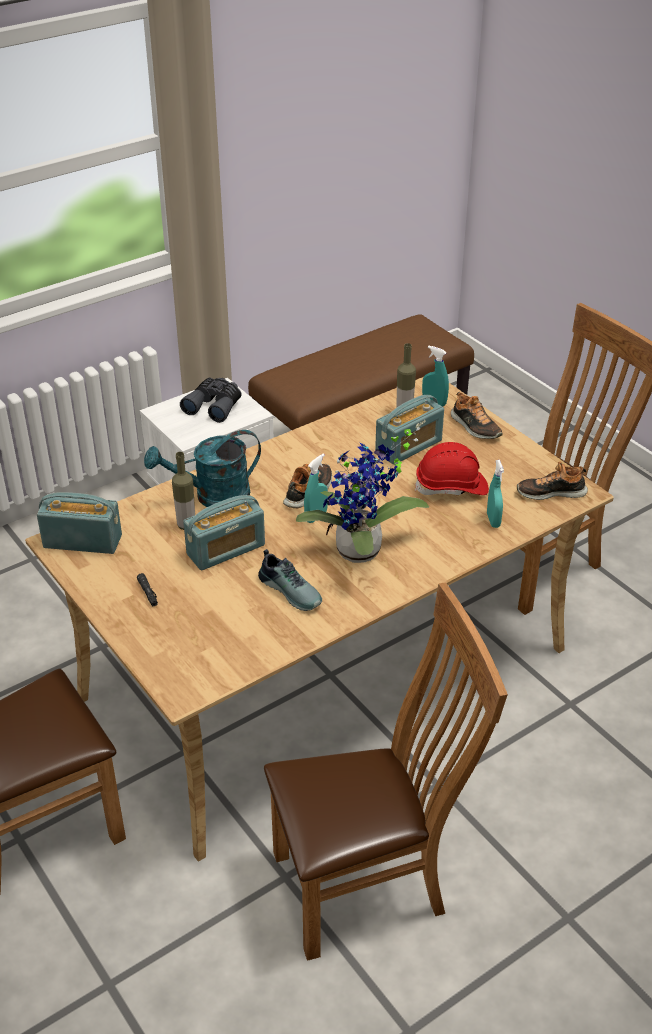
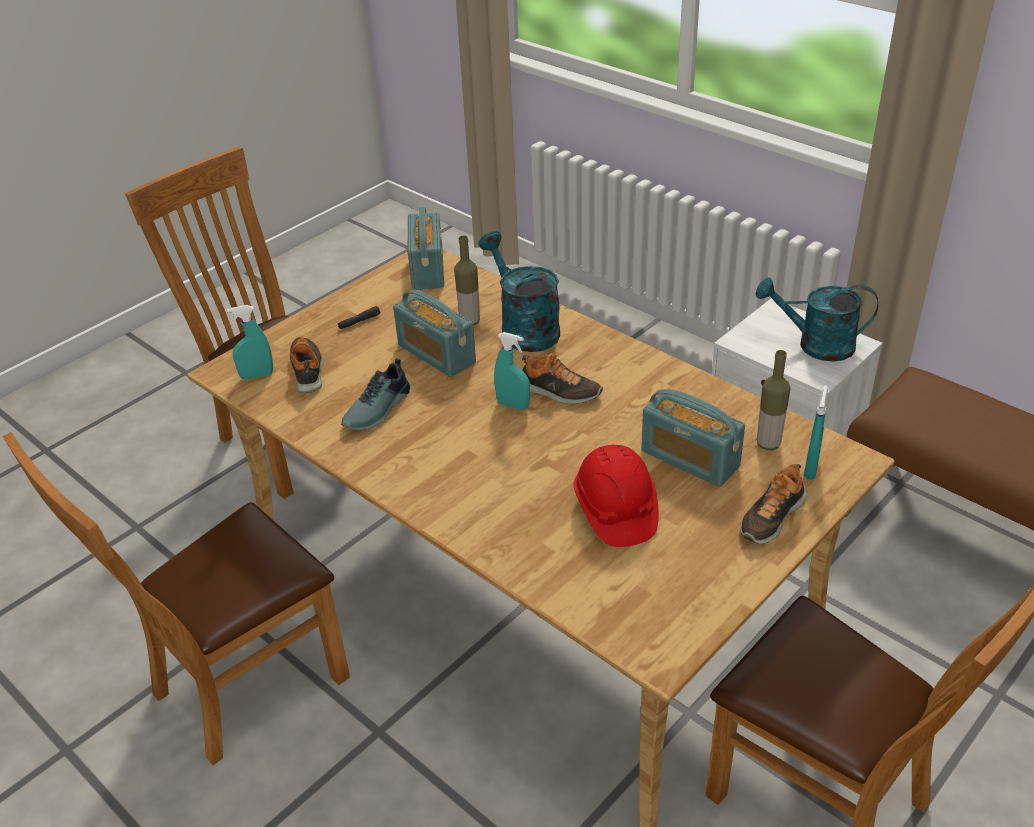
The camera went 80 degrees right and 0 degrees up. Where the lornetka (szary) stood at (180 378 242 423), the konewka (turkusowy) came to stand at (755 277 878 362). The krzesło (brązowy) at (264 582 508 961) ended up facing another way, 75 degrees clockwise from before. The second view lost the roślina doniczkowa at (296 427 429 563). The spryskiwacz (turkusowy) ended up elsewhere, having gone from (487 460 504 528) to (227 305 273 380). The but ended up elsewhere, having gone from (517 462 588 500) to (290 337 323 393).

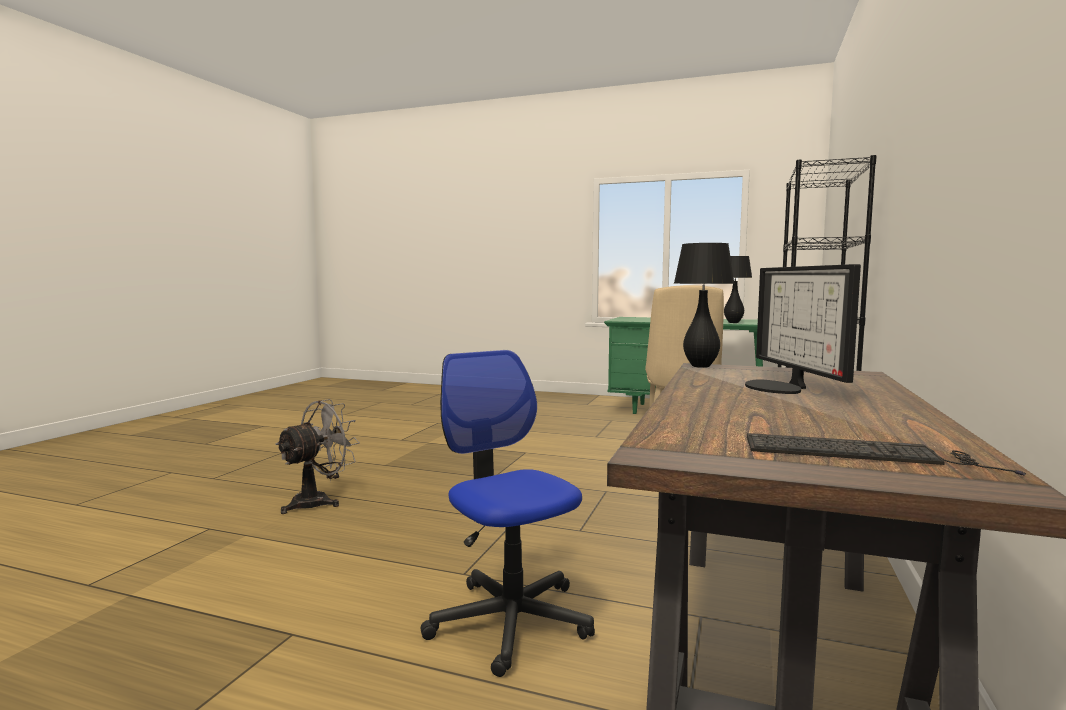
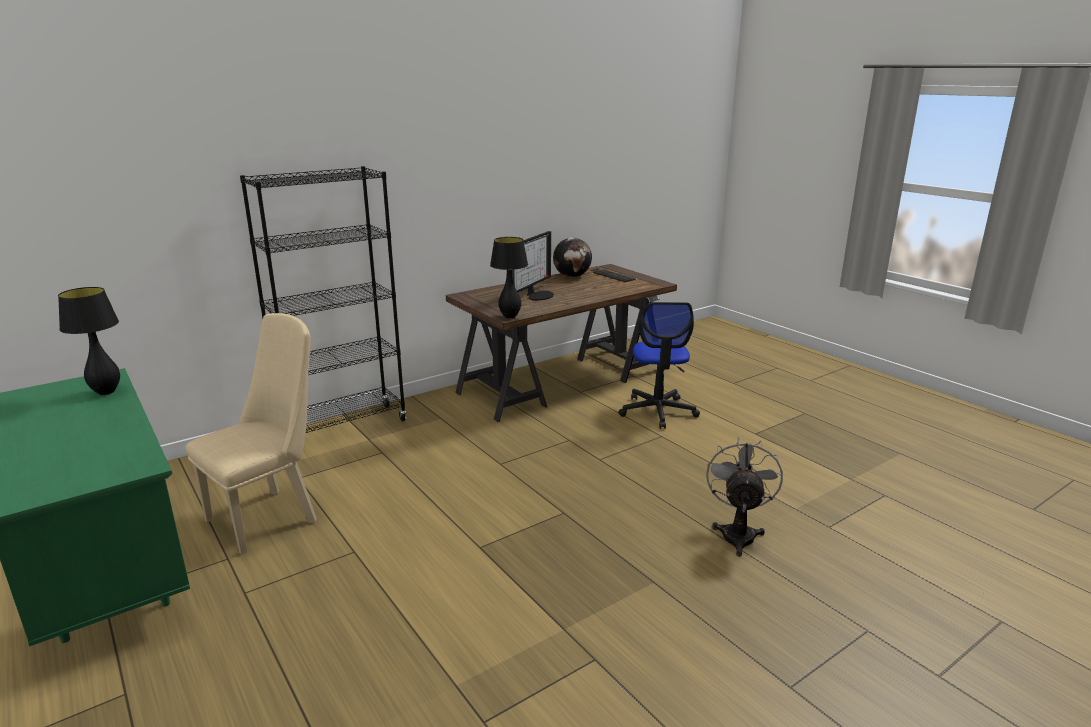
The camera went 145 degrees left and 15 degrees up. The wentylator (szary) at (275 399 360 514) ended up facing another way, 120 degrees clockwise from before. The second view gained the globus at (553 238 592 277).

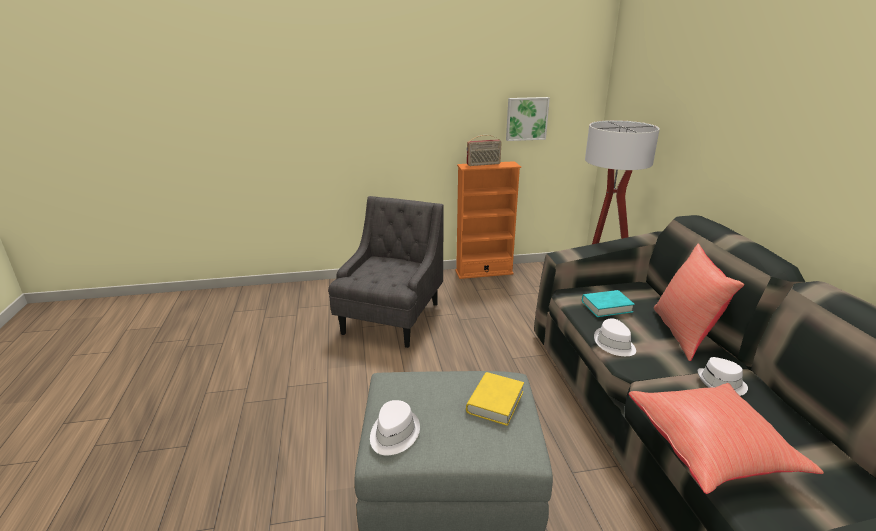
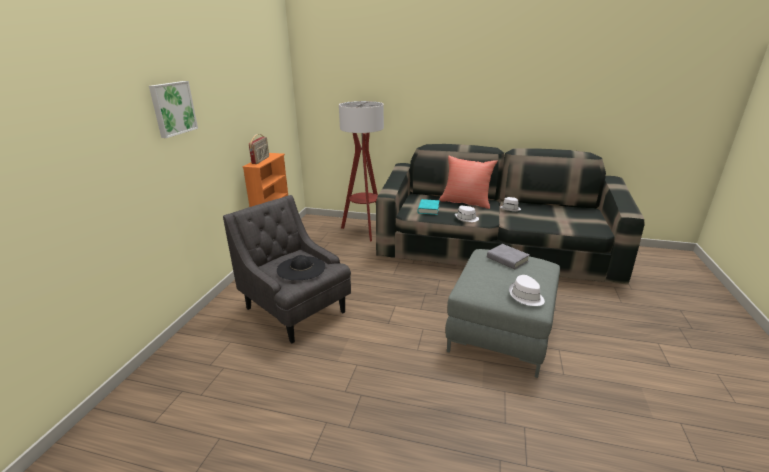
The camera went 65 degrees left and 0 degrees up. What was the książka (żółty) at (466 372 524 426) turned into the książka (szary) at (487 244 529 269). The obraz ended up elsewhere, having gone from (506 97 550 141) to (149 81 198 138). The second view lost the poduszka (czerwony) at (629 383 824 494). The second view gained the kapelusz (czarny) at (277 255 326 280).

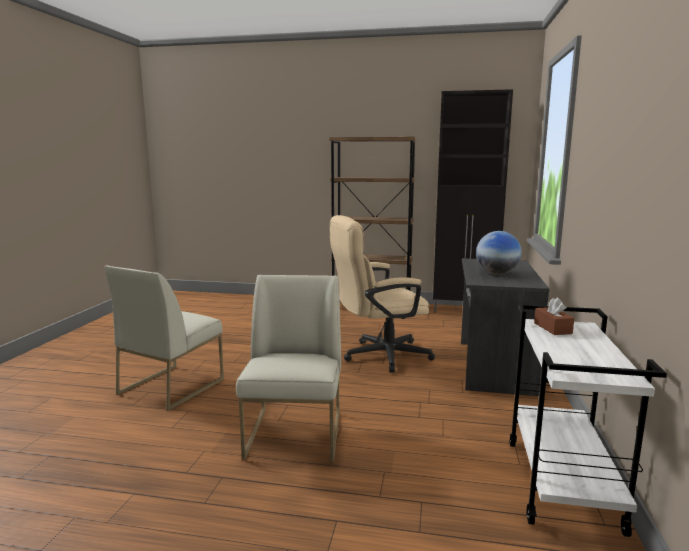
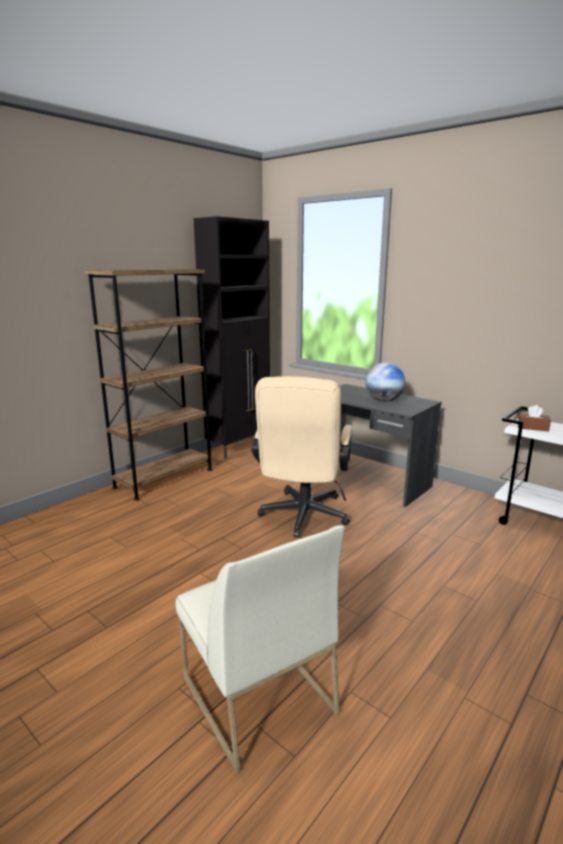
The camera went 60 degrees left and 5 degrees up. The second view lost the krzesło (biały) at (236 275 341 462).

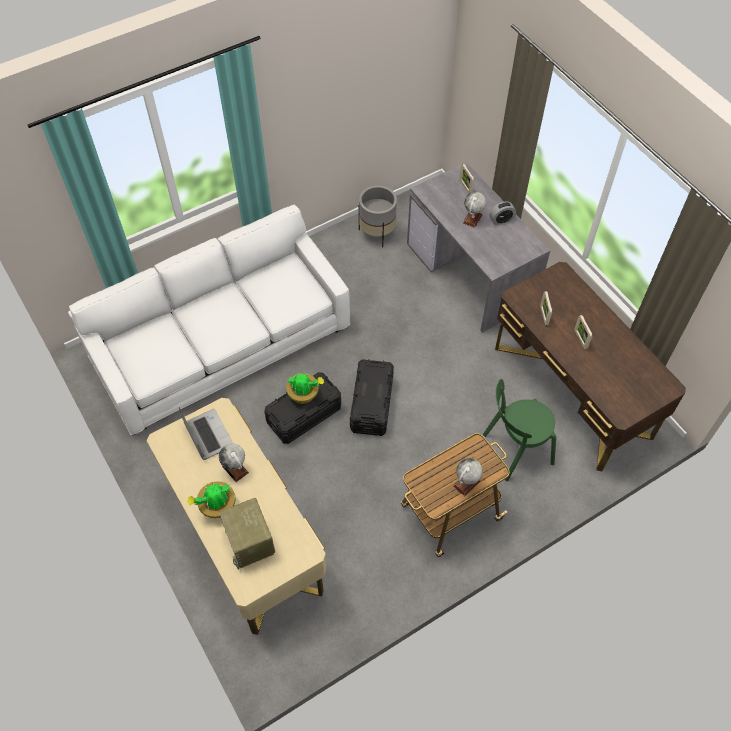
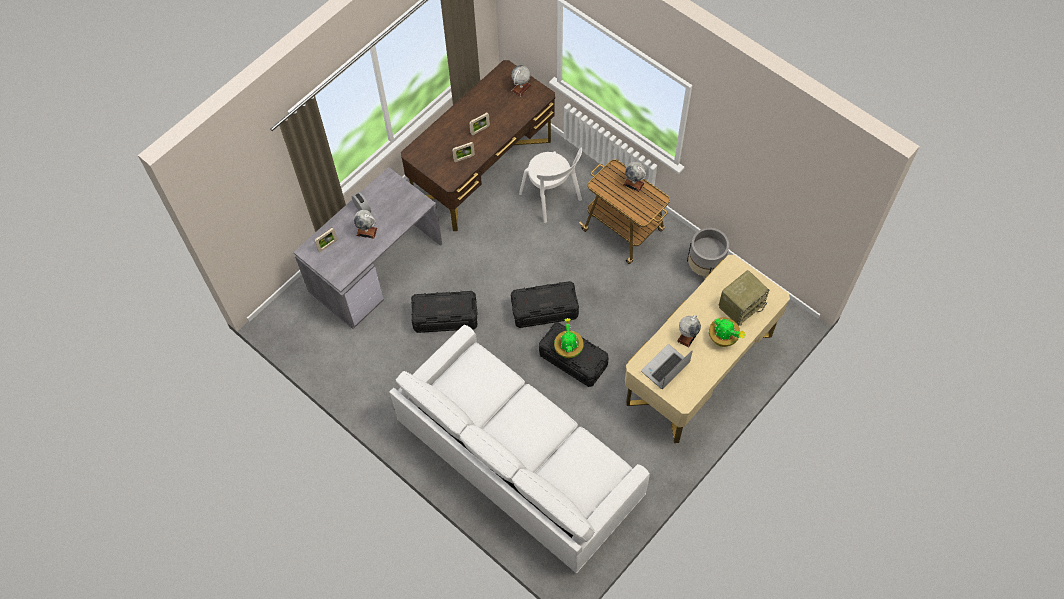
The camera went 105 degrees left and 5 degrees up. The donica (szary) ended up elsewhere, having gone from (359 186 397 247) to (687 228 729 277). What was the krzesło (zielony) at (483 379 556 481) turned into the krzesło (biały) at (519 148 582 223). The second view gained the pojemnik do przechowywania (czarny) at (411 291 478 333). The second view gained the globus at (511 65 531 97).

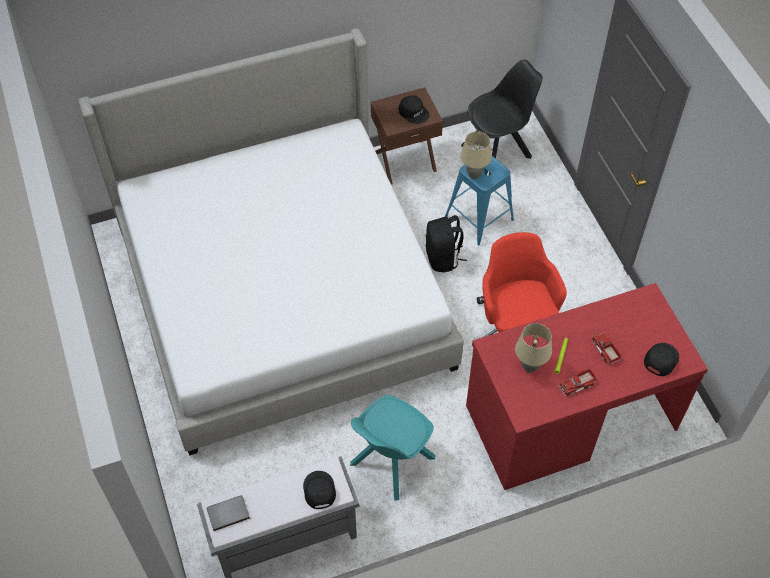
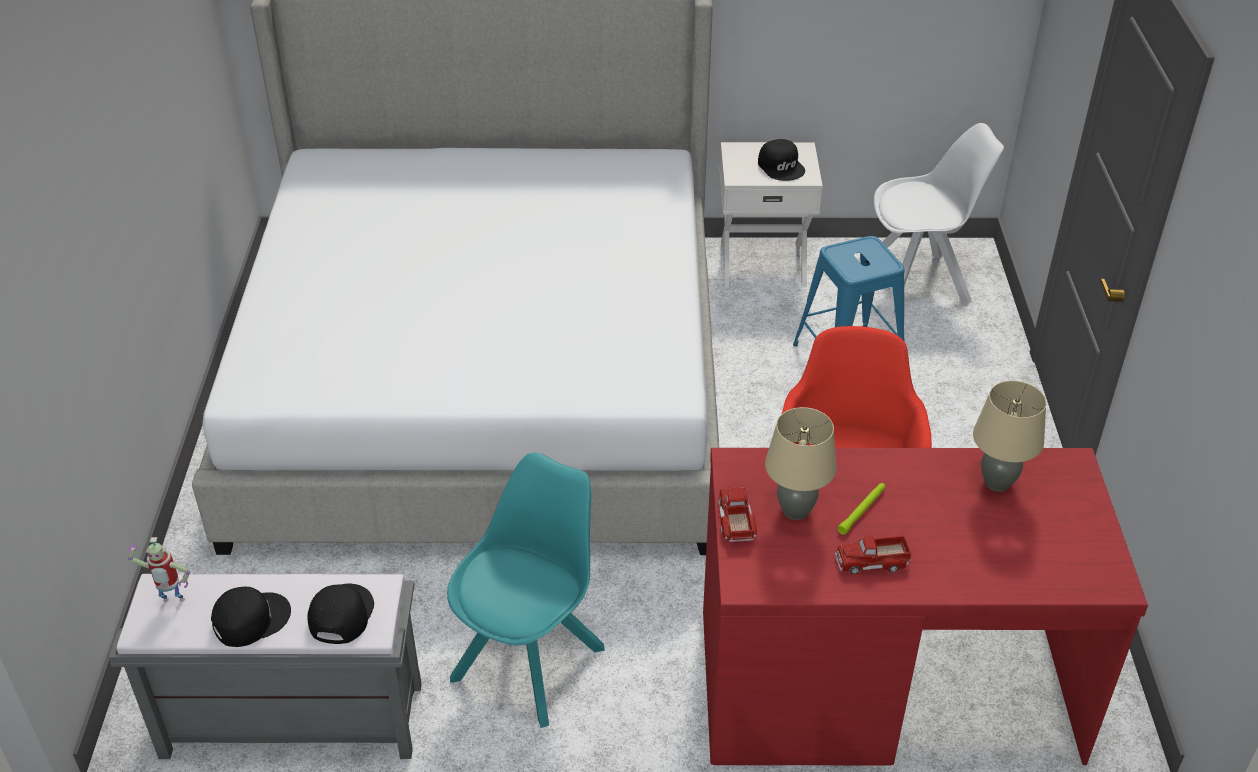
The camera went 20 degrees right and 15 degrees down. Where the książka (szary) stood at (207 495 250 531), the robot zabawkowy came to stand at (128 537 190 602). The krzesło (turkusowy) at (350 395 435 501) ended up facing another way, 150 degrees clockwise from before. What was the szafka nocna (brązowy) at (371 87 443 185) turned into the szafka nocna (biały) at (719 142 823 287). The second view lost the plecak (czarny) at (426 215 467 273). The lampa stołowa (beżowy) ended up elsewhere, having gone from (460 131 492 179) to (973 381 1046 492). What was the krzesło (czarny) at (461 59 543 175) turned into the krzesło (biały) at (874 123 1004 314). The ciężarówka zabawkowa ended up elsewhere, having gone from (592 332 622 364) to (719 486 757 542). The czapka z daszkiem (czarny) ended up elsewhere, having gone from (644 343 679 376) to (211 587 291 647).

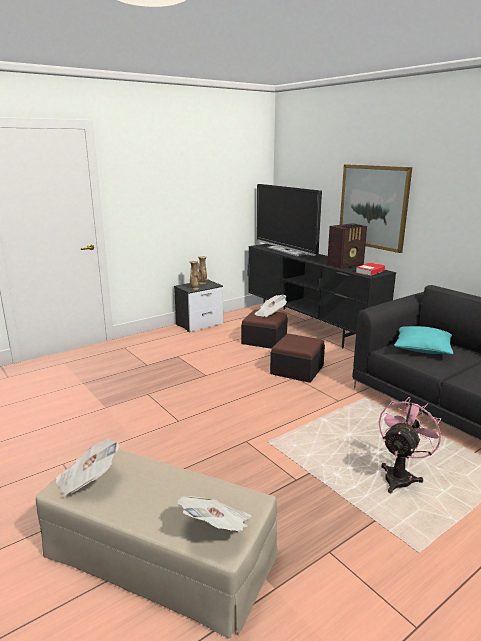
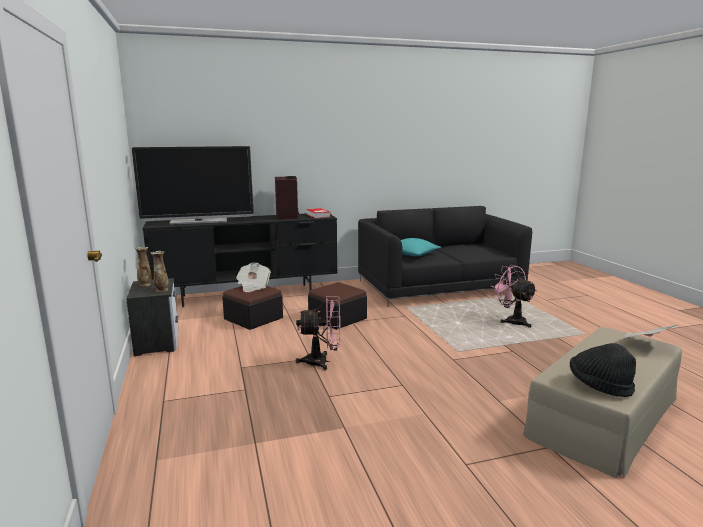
The camera went 70 degrees left and 5 degrees down. Where the gazeta stood at (56 438 119 497), the kapelusz (czarny) came to stand at (570 343 636 397). The second view lost the obraz at (340 164 412 253). The second view gained the wentylator (różowy) at (296 296 341 370).

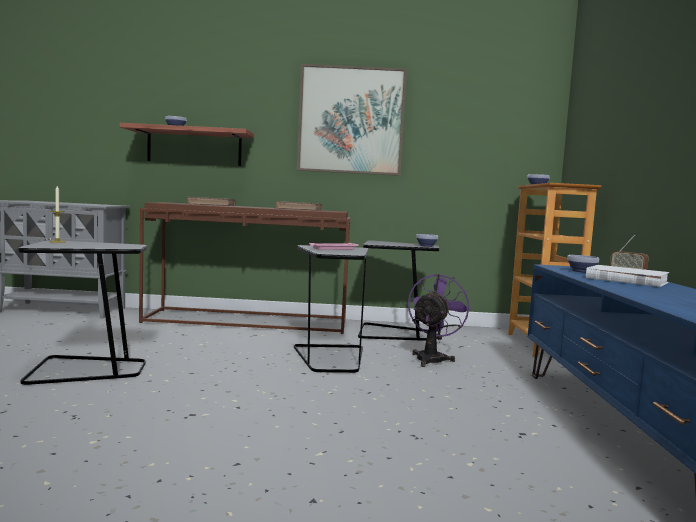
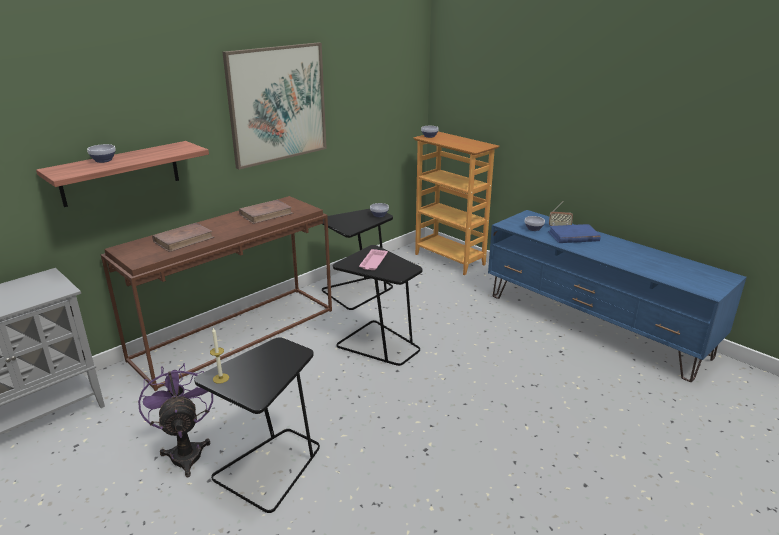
The camera went 45 degrees left and 20 degrees up. The wentylator (fioletowy) ended up elsewhere, having gone from (408 274 471 367) to (138 363 213 477). What was the książka (biały) at (586 265 670 287) turned into the książka (niebieski) at (548 224 601 243).

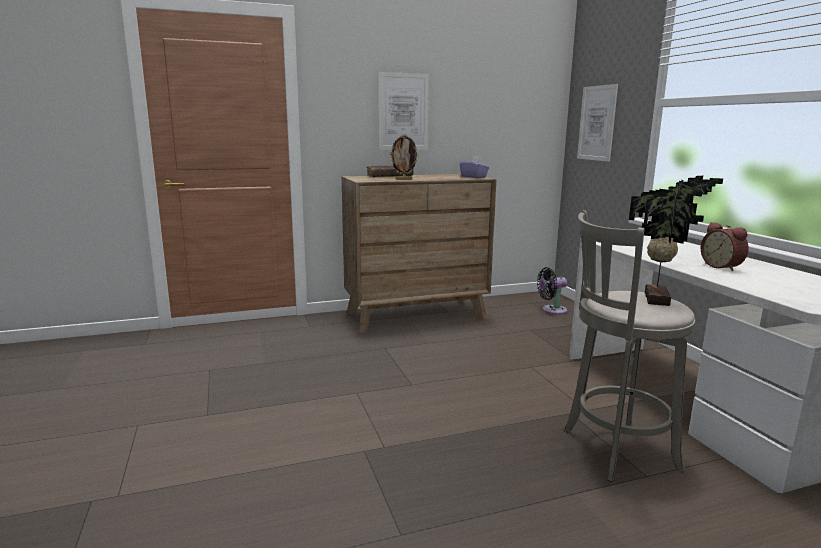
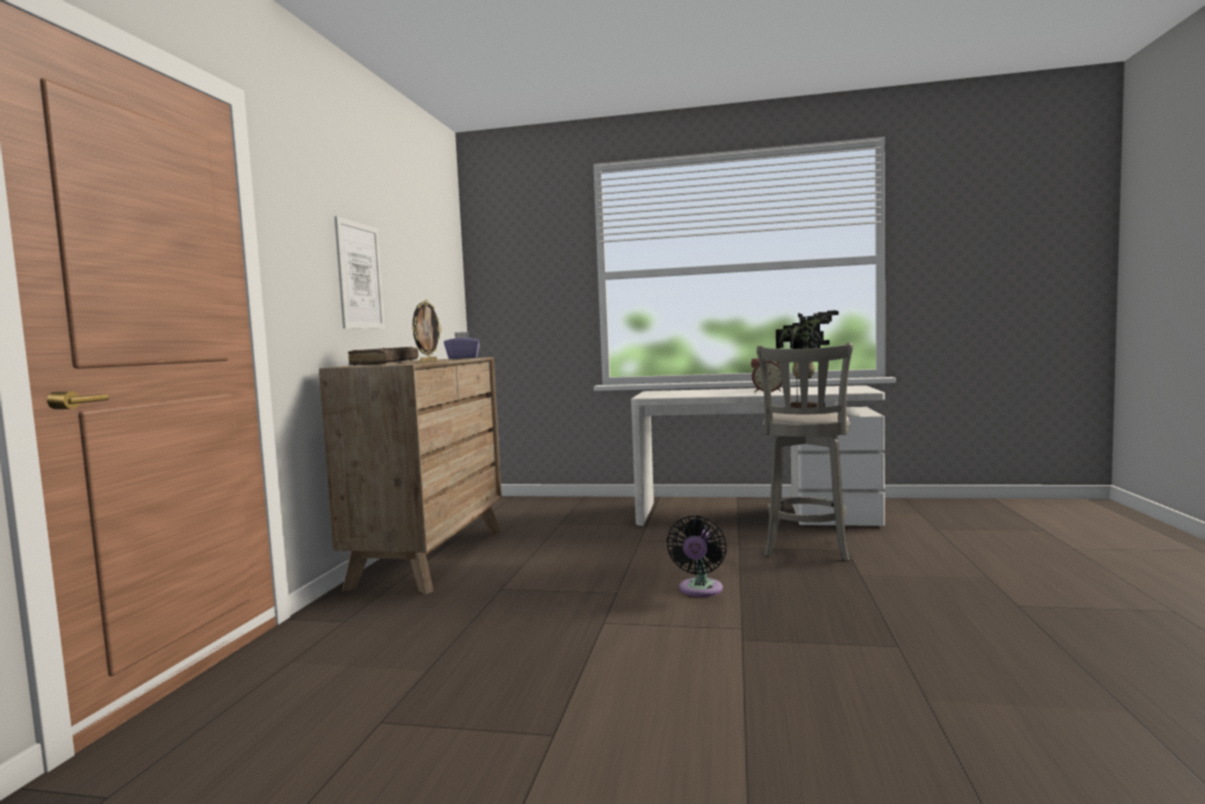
The camera went 60 degrees left and 10 degrees down. The wentylator (czarny) ended up elsewhere, having gone from (537 267 567 315) to (666 515 727 597). The second view lost the obraz at (577 84 618 162).

